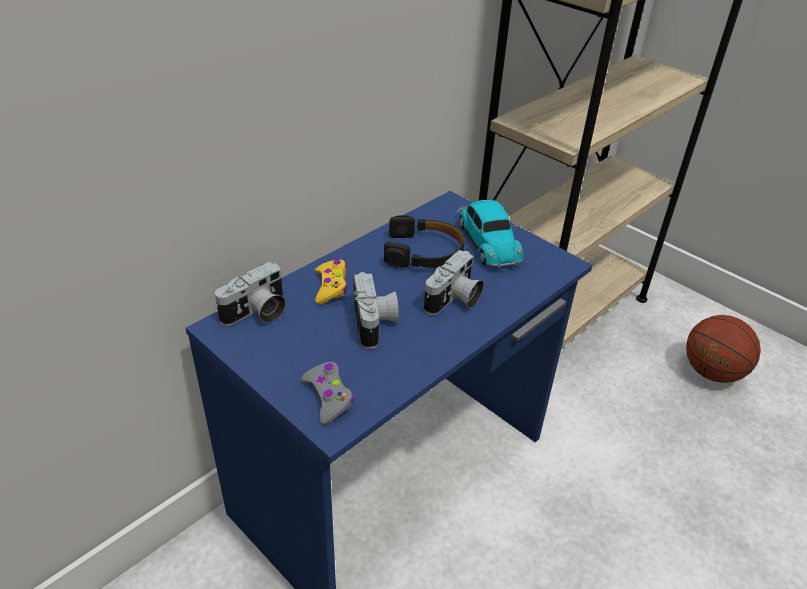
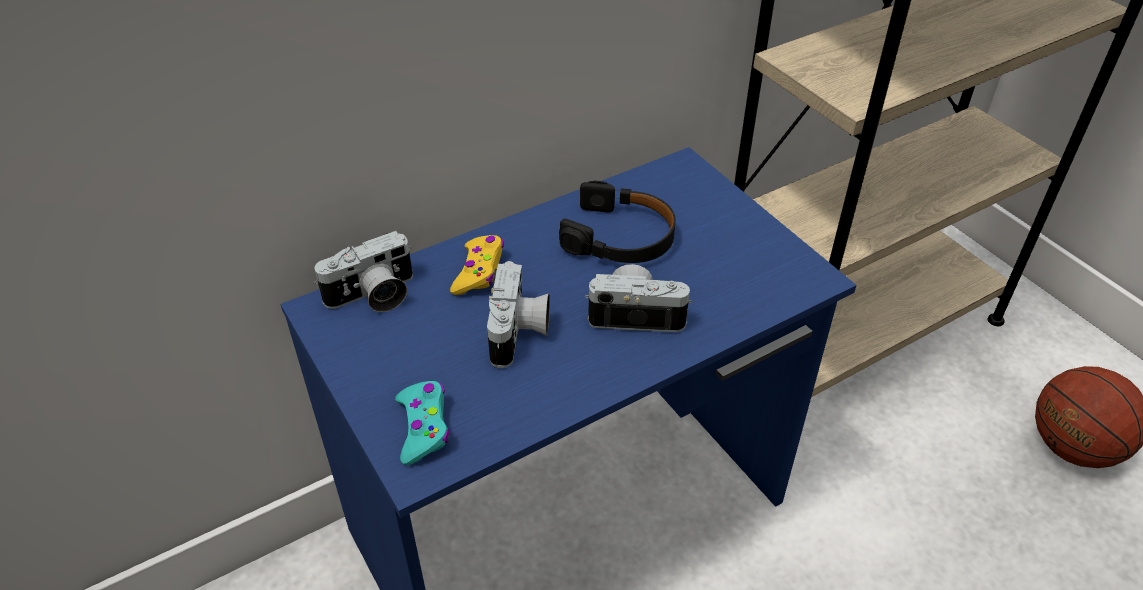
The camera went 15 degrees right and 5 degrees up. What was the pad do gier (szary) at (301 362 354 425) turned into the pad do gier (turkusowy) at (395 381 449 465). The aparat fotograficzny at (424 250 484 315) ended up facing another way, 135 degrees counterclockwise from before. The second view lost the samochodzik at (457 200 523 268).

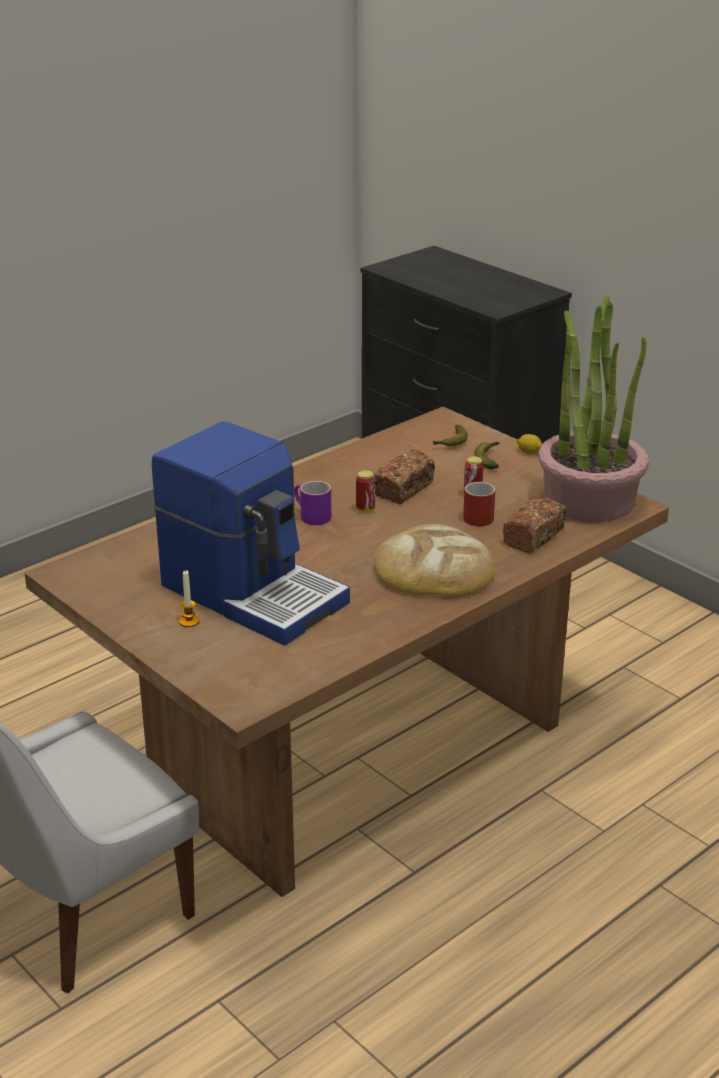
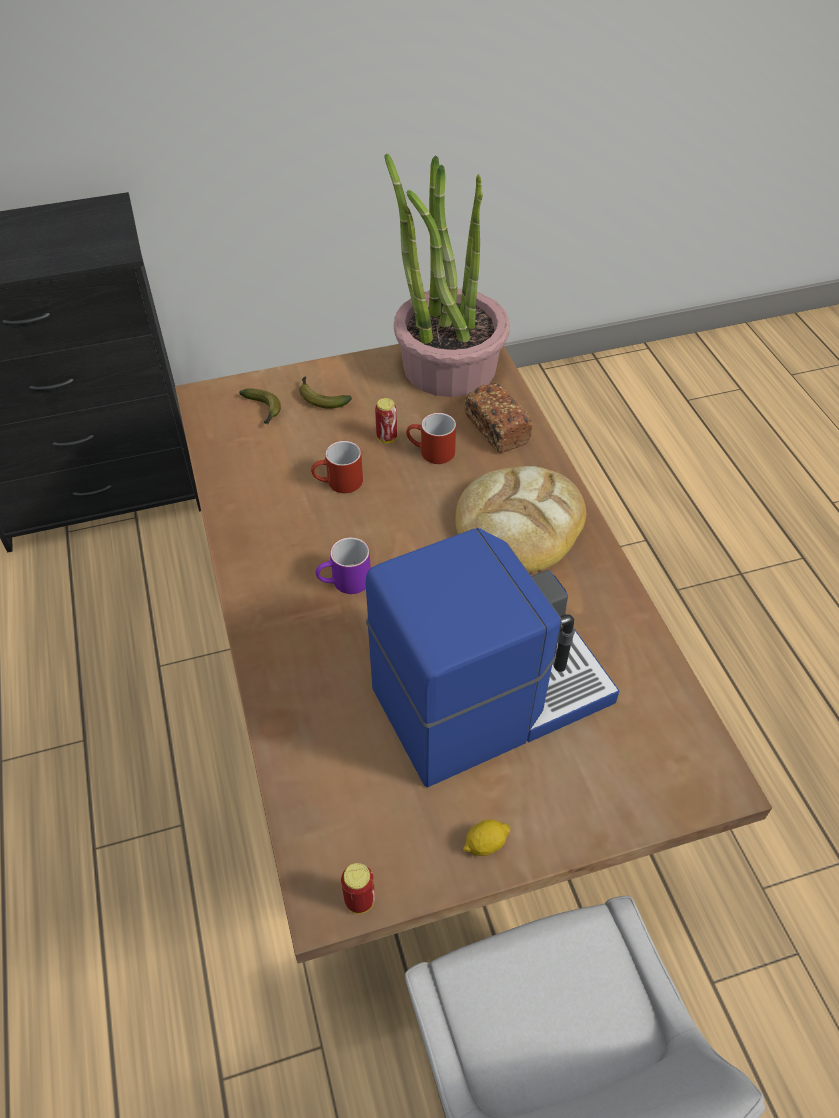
The camera went 65 degrees left and 20 degrees up. The second view lost the świeca at (179 570 199 627). The puszka ended up elsewhere, having gone from (356 470 375 513) to (341 863 375 914). Where the chleb stood at (374 449 435 504), the kubek (czerwony) came to stand at (311 441 363 494). The cytryna ended up elsewhere, having gone from (516 434 542 454) to (463 819 511 856).

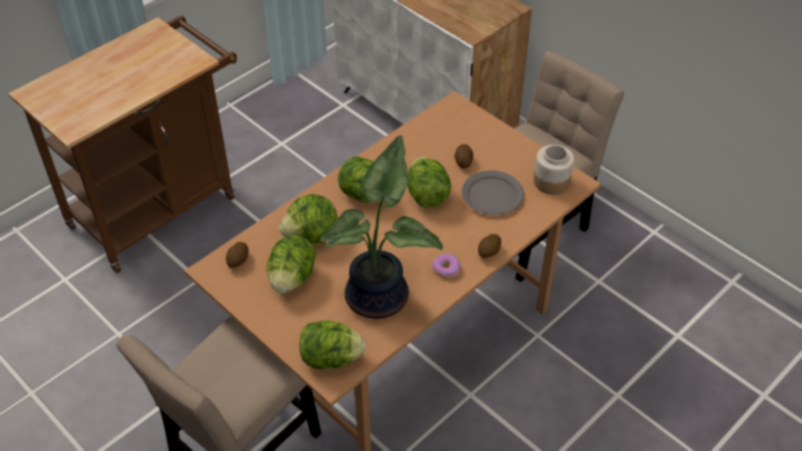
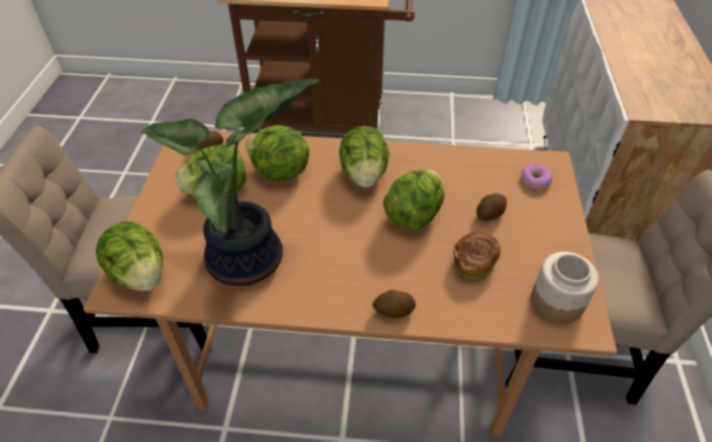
The camera went 50 degrees right and 0 degrees up. The donut ended up elsewhere, having gone from (432 254 461 278) to (522 164 552 189). Where the talerz (szary) stood at (462 170 524 215), the chleb came to stand at (453 232 500 281).

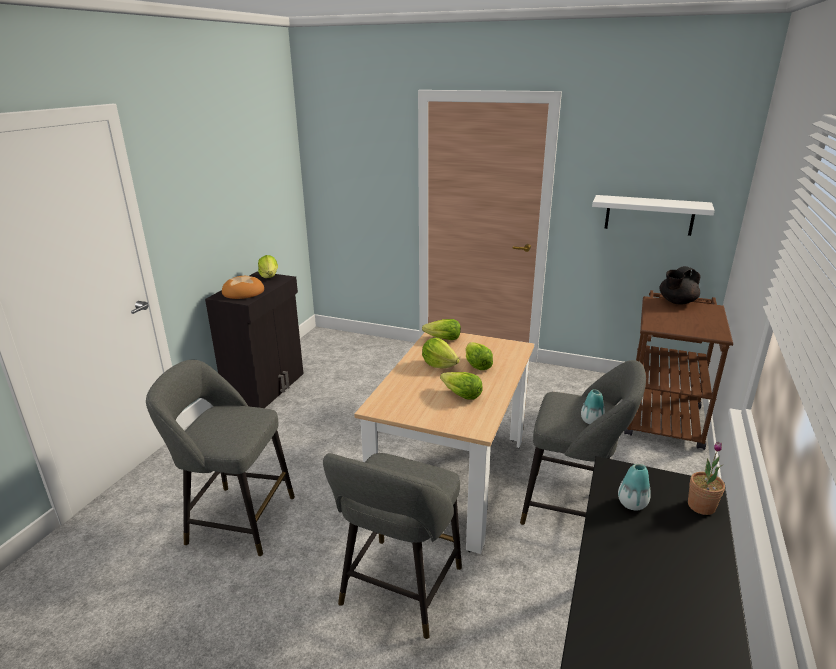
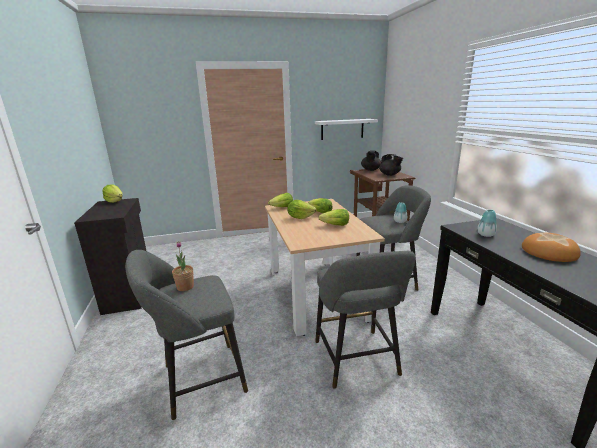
The camera went 35 degrees left and 5 degrees down. The chleb ended up elsewhere, having gone from (222 276 264 299) to (522 233 581 262). The roślina doniczkowa ended up elsewhere, having gone from (688 442 725 515) to (172 241 194 291). The second view gained the imbryk (czarny) at (379 154 403 176).

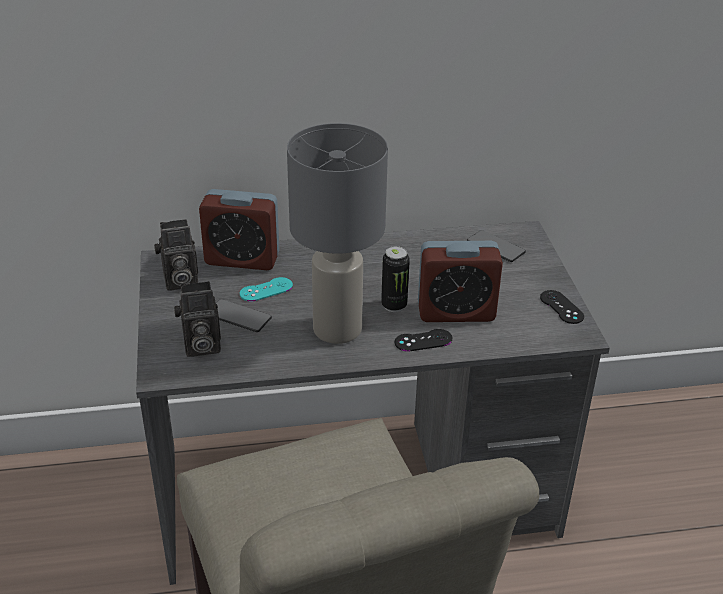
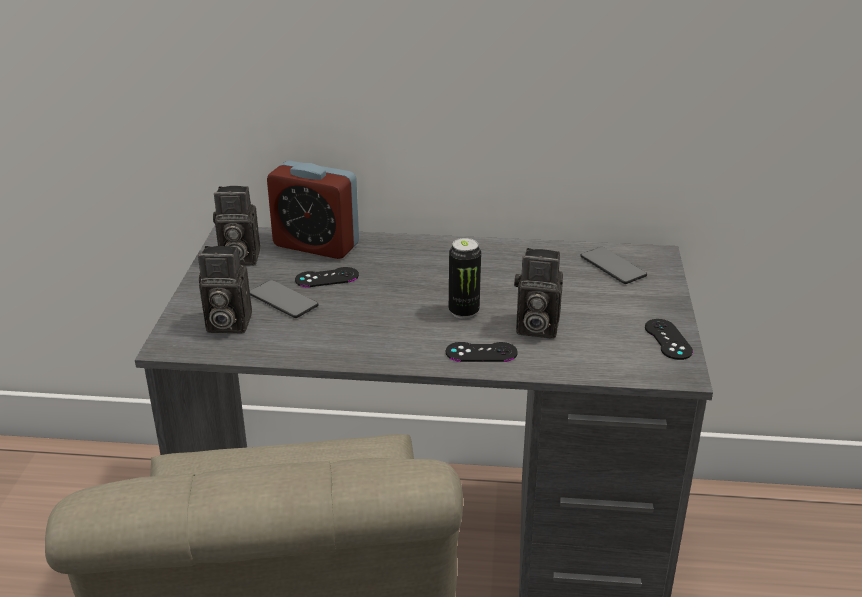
The camera went 15 degrees right and 5 degrees down. What was the pad do gier (turkusowy) at (240 277 293 302) turned into the pad do gier (czarny) at (295 267 359 287). The second view lost the lampa stołowa (szary) at (287 123 388 344). Where the budzik stood at (418 241 503 322), the aparat fotograficzny came to stand at (514 248 563 339).

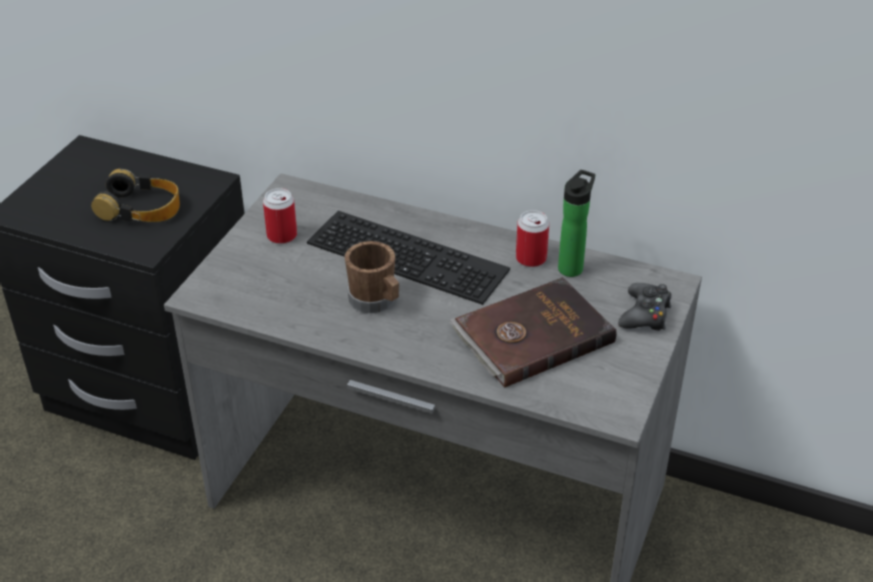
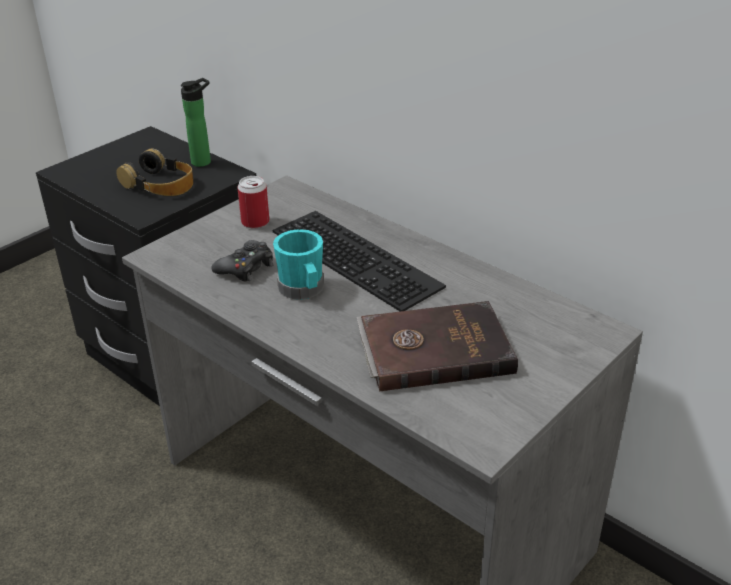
The camera went 20 degrees right and 5 degrees down. What was the kubek (brązowy) at (344 241 399 313) turned into the kubek (turkusowy) at (273 229 324 300). The second view lost the puszka at (516 210 549 267). The butelka ended up elsewhere, having gone from (558 170 595 277) to (181 78 211 167). The pad do gier (czarny) ended up elsewhere, having gone from (618 283 671 331) to (211 240 273 282).

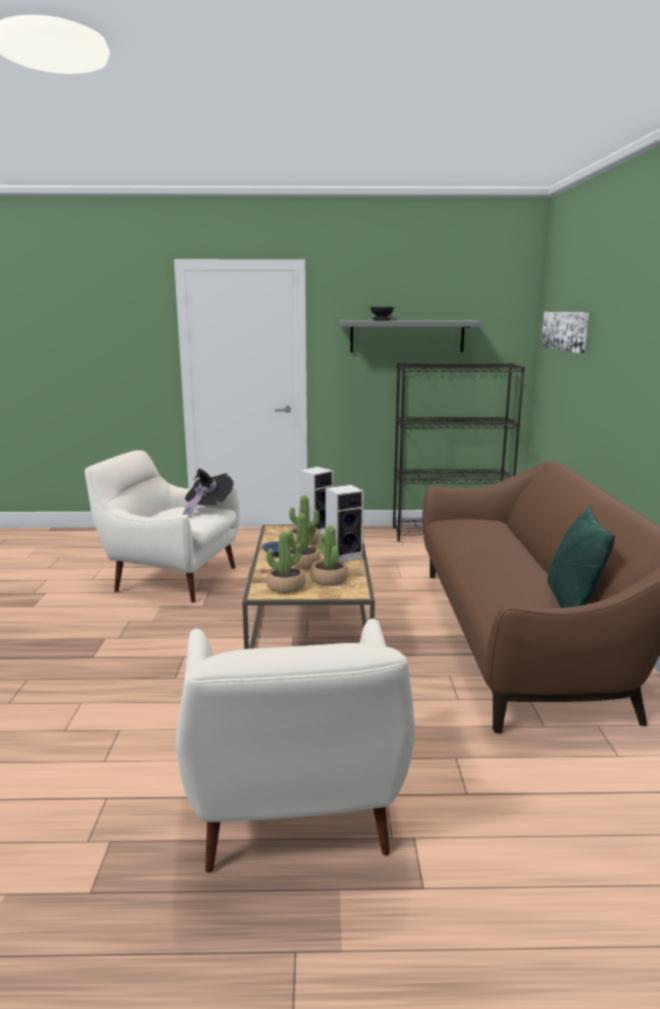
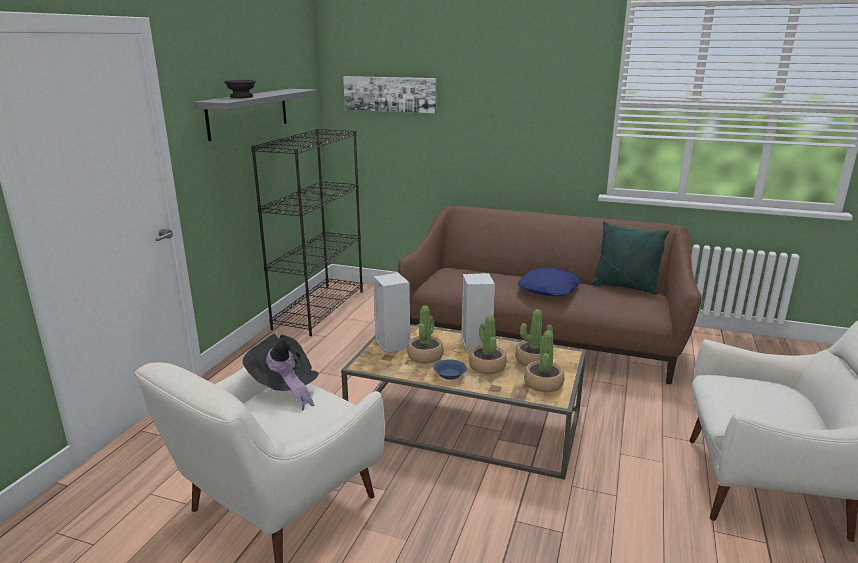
The camera went 70 degrees left and 5 degrees up. The second view gained the poduszka (niebieski) at (518 268 581 296).

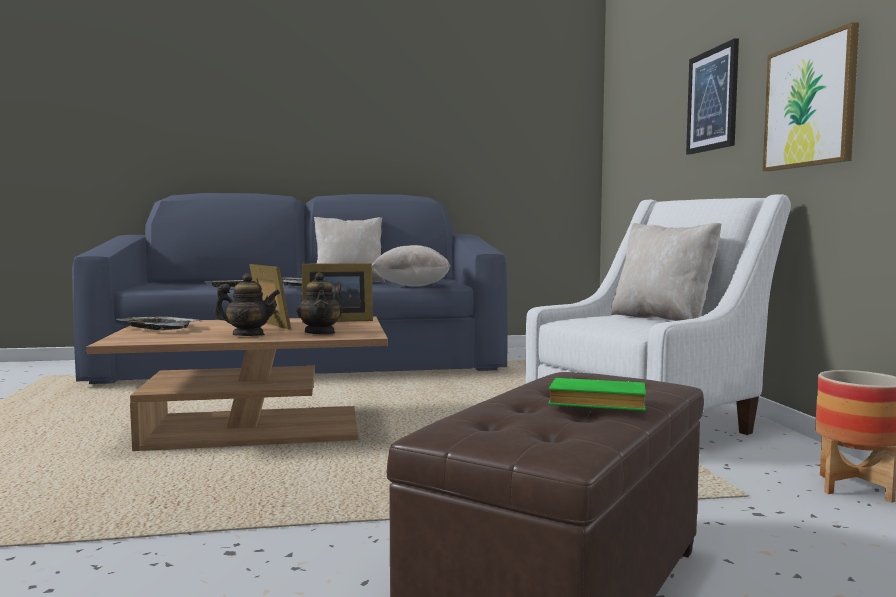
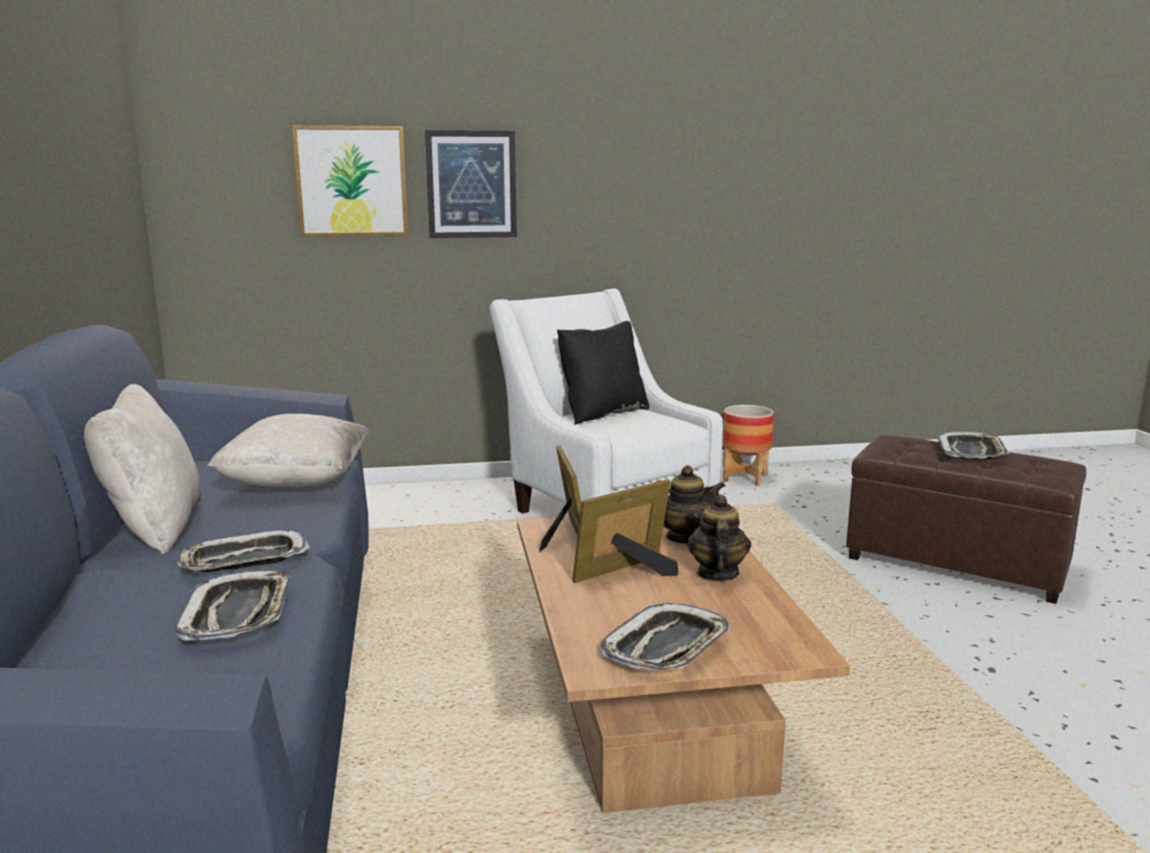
The camera went 90 degrees left and 10 degrees up. Where the książka (zielony) stood at (548 378 646 411), the taca came to stand at (937 431 1009 460). What was the poduszka (beżowy) at (611 223 722 321) turned into the poduszka (czarny) at (557 321 650 425). The obraz ended up elsewhere, having gone from (763 22 859 171) to (292 125 408 236).

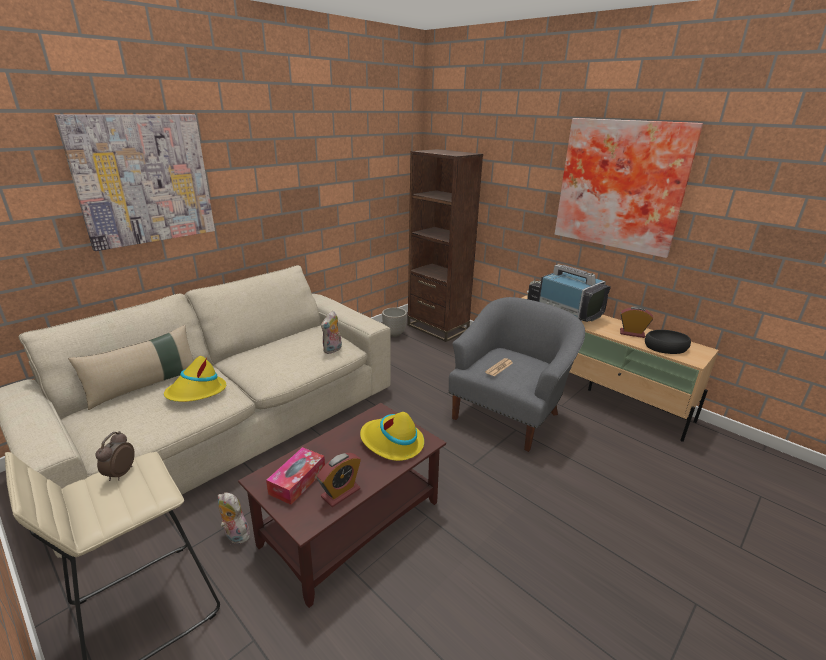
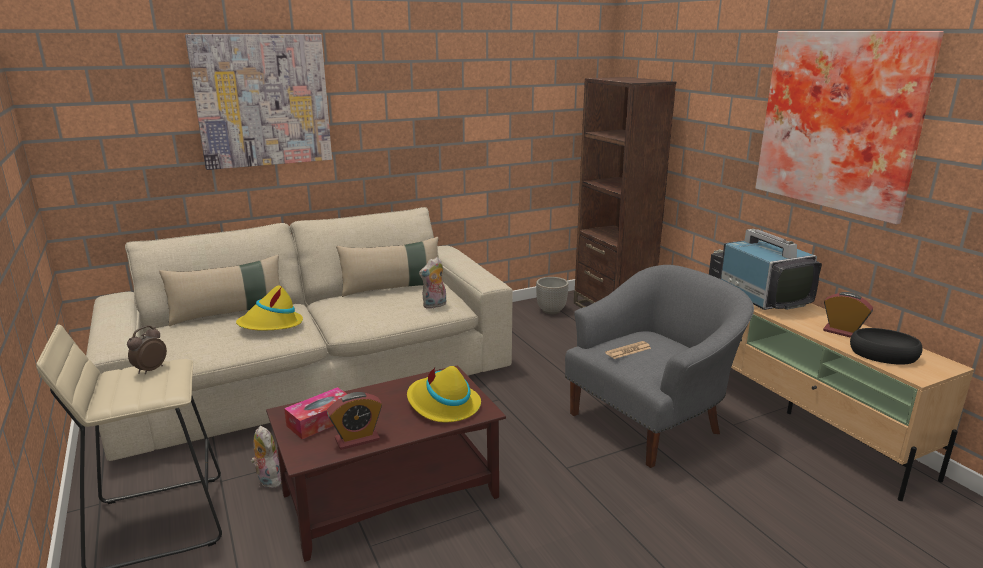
The camera went 20 degrees right and 5 degrees down. The second view gained the poduszka (beżowy) at (336 237 438 297).

